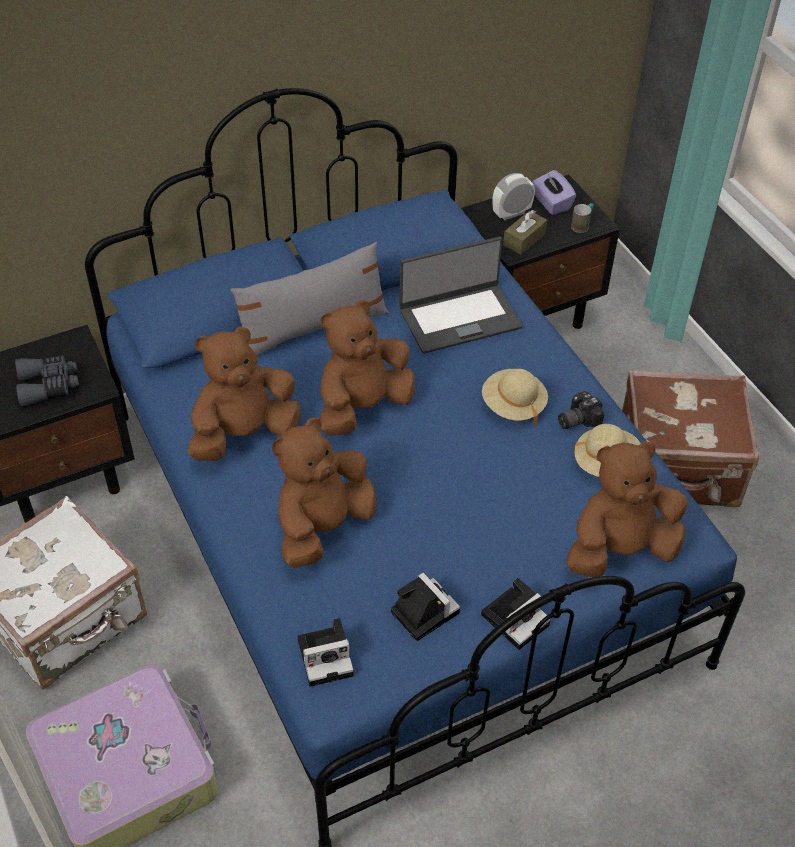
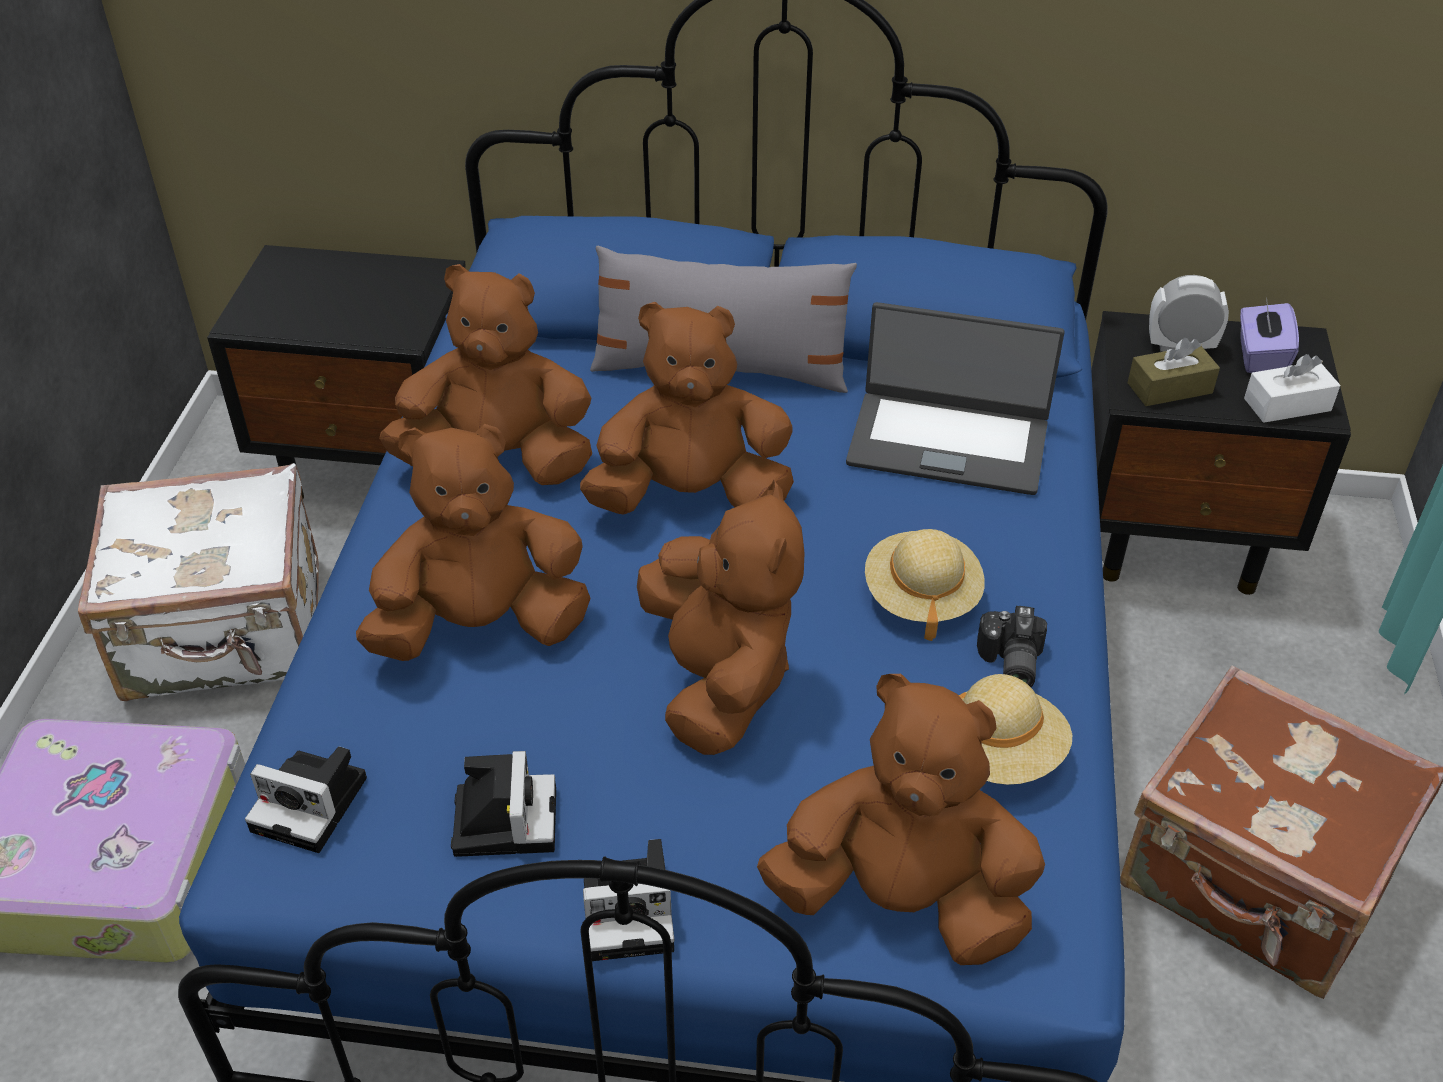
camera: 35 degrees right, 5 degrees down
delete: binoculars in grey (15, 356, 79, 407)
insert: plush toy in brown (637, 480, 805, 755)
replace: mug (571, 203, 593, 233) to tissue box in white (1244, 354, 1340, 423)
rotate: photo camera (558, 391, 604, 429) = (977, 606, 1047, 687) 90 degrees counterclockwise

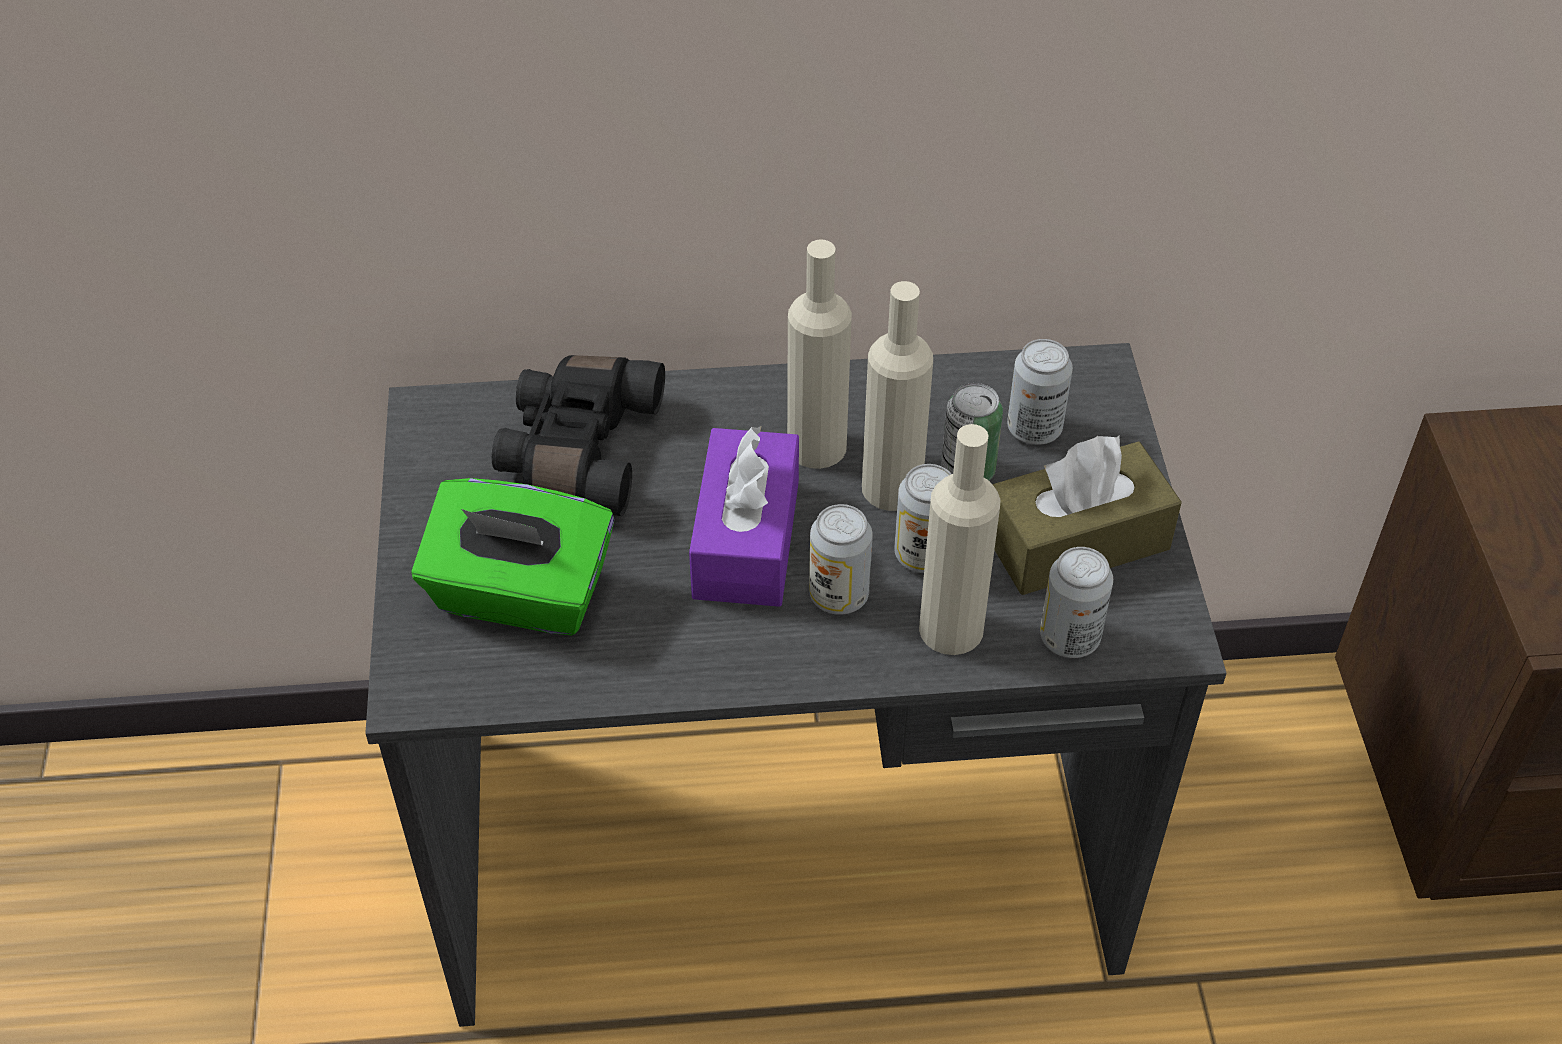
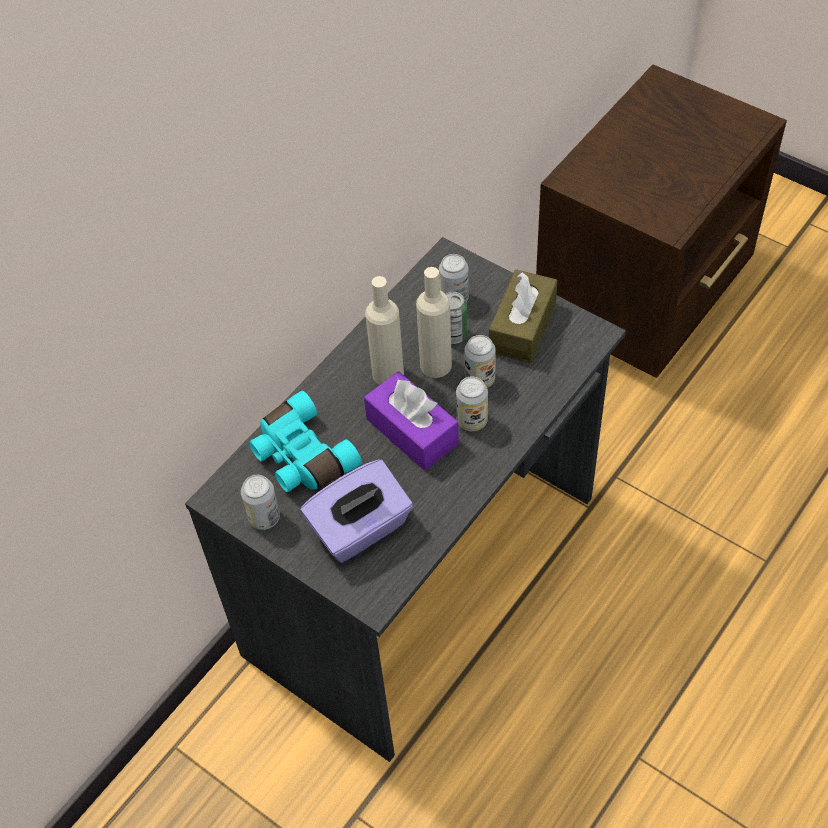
camera: 45 degrees left, 5 degrees up
delete: bottle in beige (919, 424, 1001, 655)
move: can (1040, 547, 1113, 658) to (241, 475, 280, 530)
recolor: tissue box in green (412, 478, 614, 635) to tissue box in purple (300, 459, 413, 563); binoculars in black (492, 355, 665, 516) to binoculars in turquoise (249, 391, 362, 492)

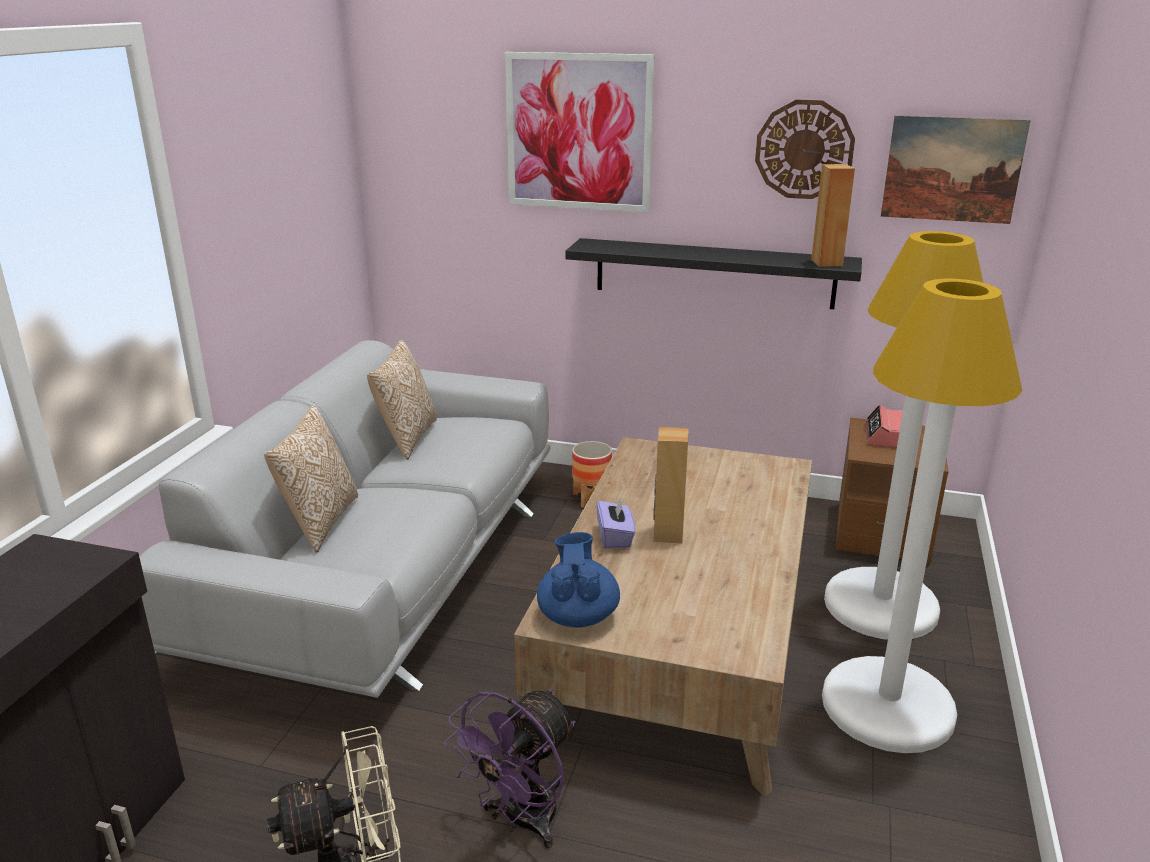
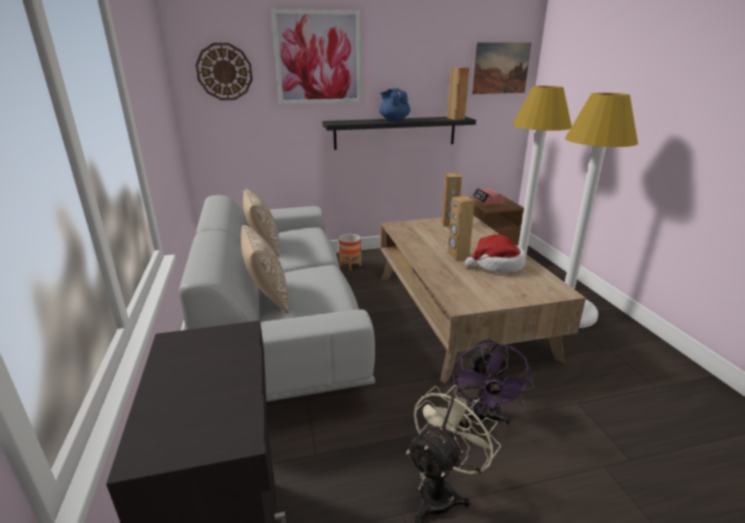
camera: 30 degrees left, 0 degrees up
delete: tissue box in purple (596, 497, 635, 549)
insert: speaker in brown (442, 173, 462, 227); hat (465, 234, 526, 273)
move: teapot in blue (537, 532, 620, 627) to (379, 88, 410, 121); wall clock (755, 100, 855, 199) to (195, 43, 253, 100)

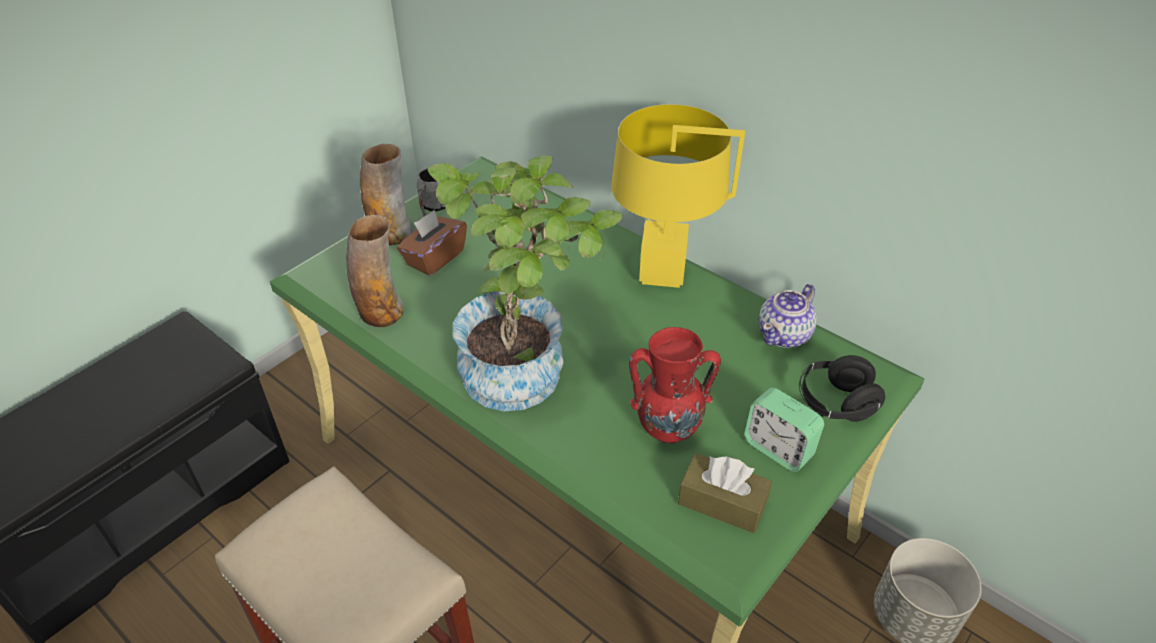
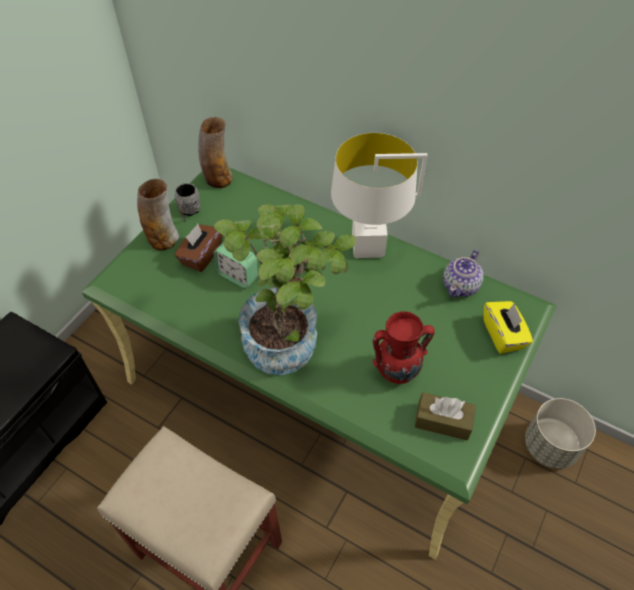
camera: 10 degrees left, 10 degrees up
move: vase (346, 215, 404, 327) to (198, 117, 233, 188); alarm clock (744, 388, 824, 472) to (213, 242, 258, 288)
replace: headphones in black (799, 355, 885, 422) to tissue box in yellow (483, 301, 533, 354)
recolor: table lamp in yellow (611, 104, 745, 288) to table lamp in white (331, 133, 428, 258)

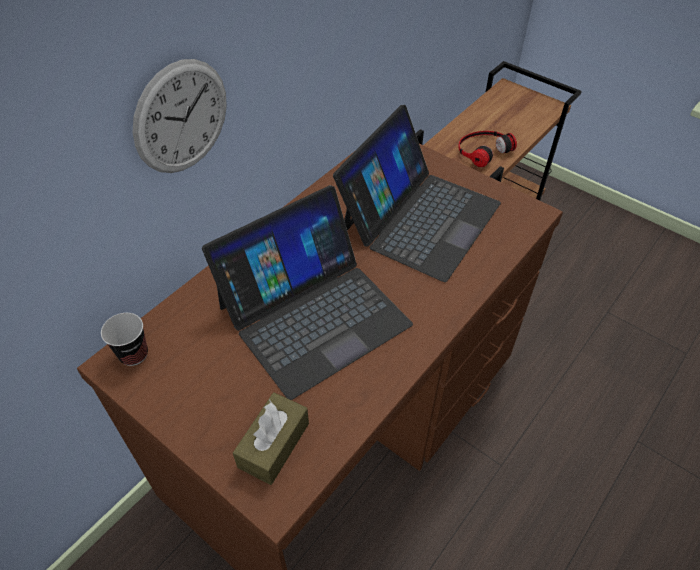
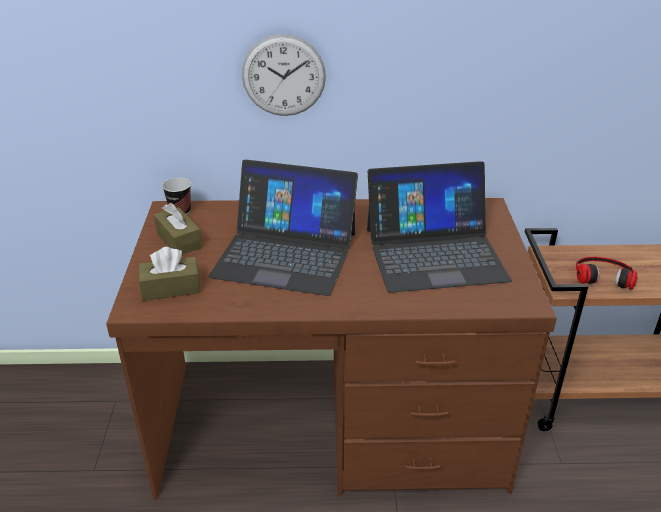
camera: 50 degrees right, 15 degrees down
insert: tissue box in brown (154, 203, 202, 255)

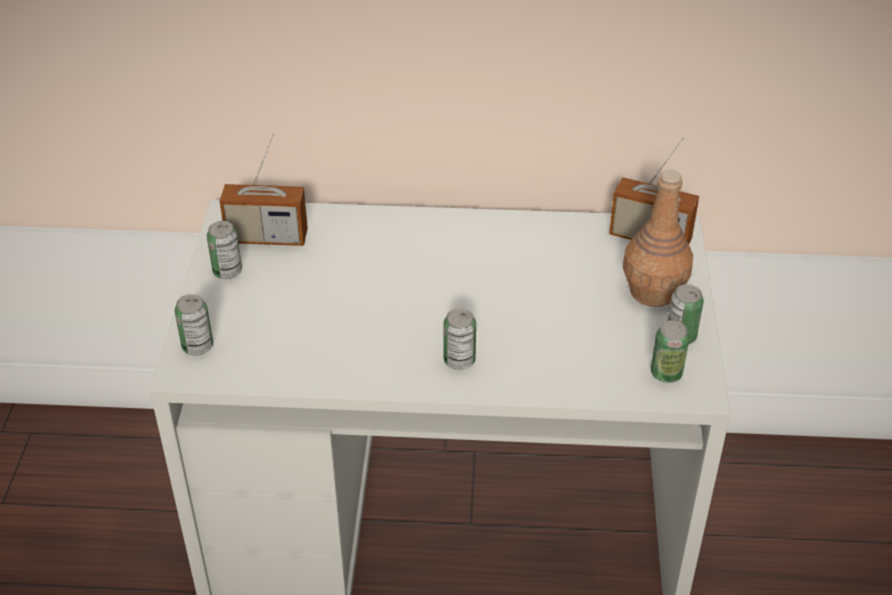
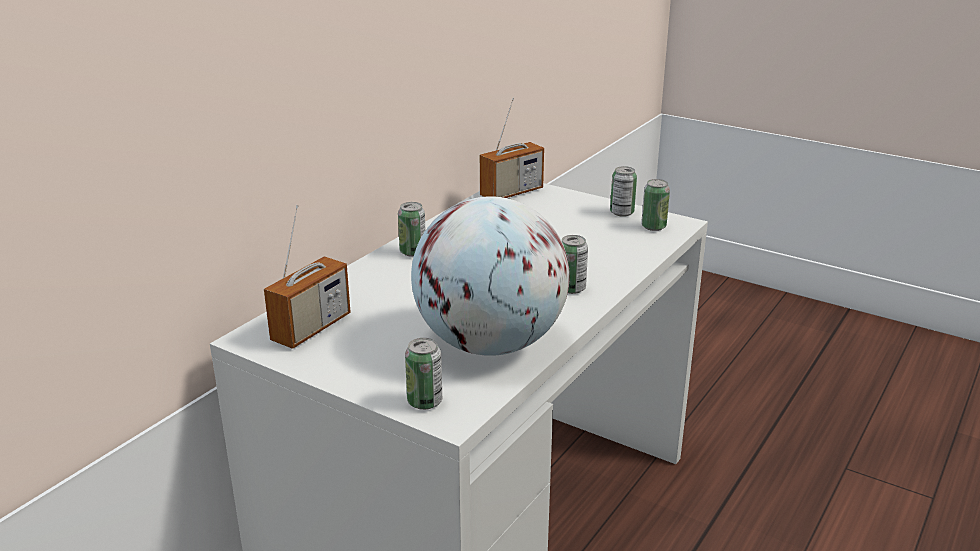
camera: 60 degrees left, 15 degrees down
delete: bottle in brown (623, 169, 693, 307)
insert: globe (411, 196, 570, 356)
move: can (207, 221, 242, 279) to (398, 202, 425, 257)

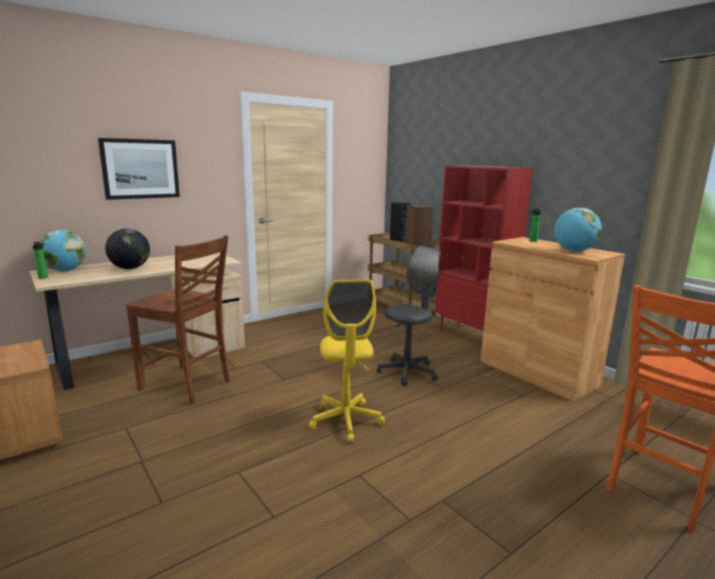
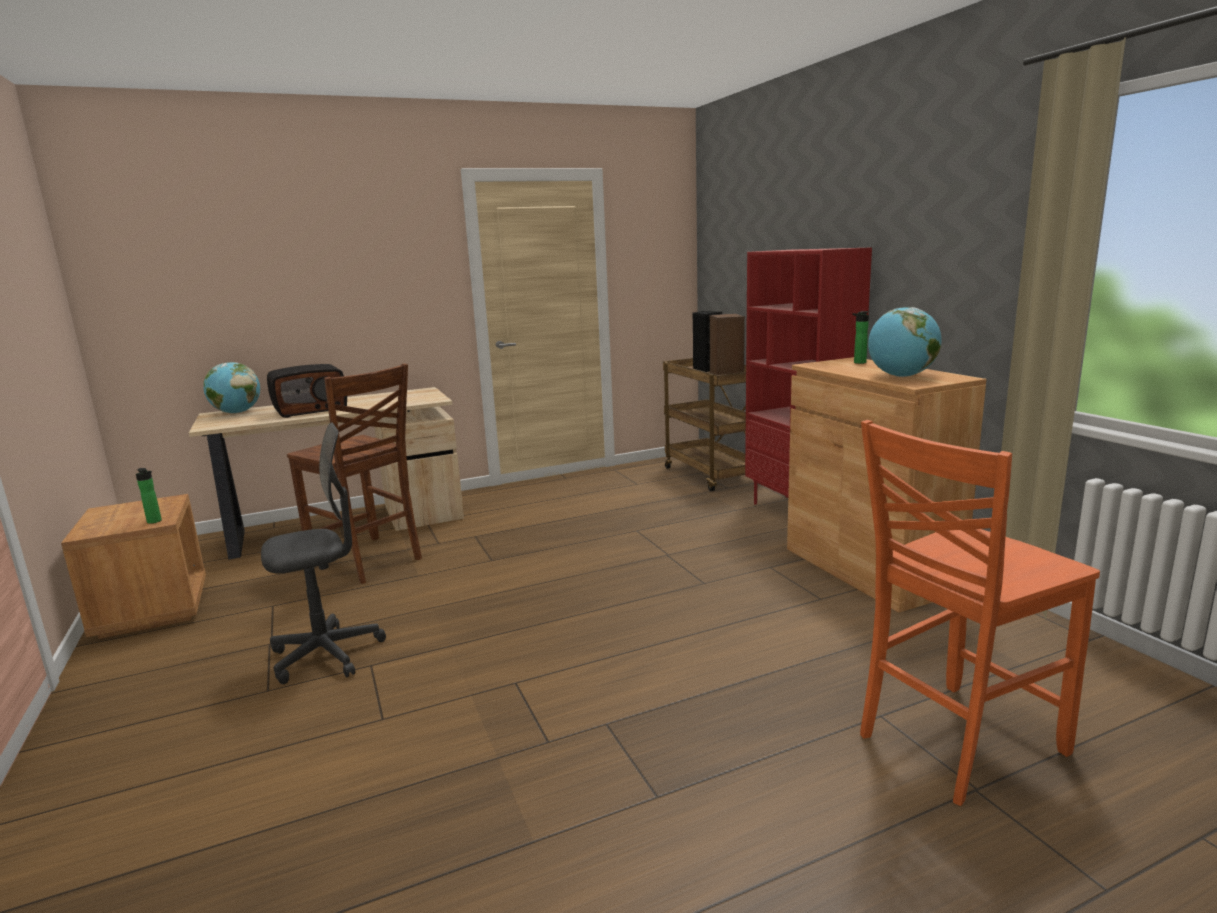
camera: 15 degrees right, 0 degrees up
delete: picture (98, 138, 180, 200); office chair in yellow (309, 279, 385, 443)
move: bottle (32, 242, 48, 279) to (136, 468, 162, 524); office chair in grey (377, 245, 441, 387) to (261, 422, 386, 684)
replace: globe (105, 229, 150, 269) to radio (267, 364, 347, 418)

